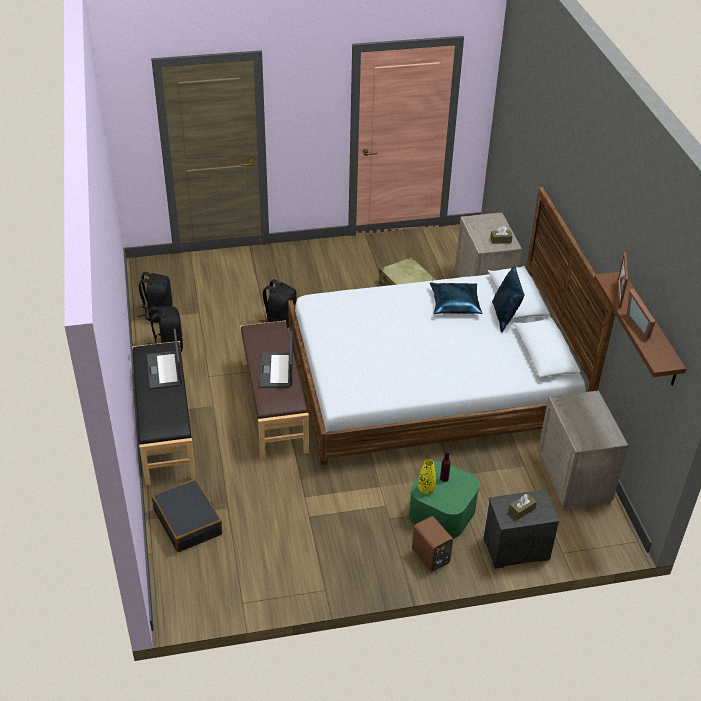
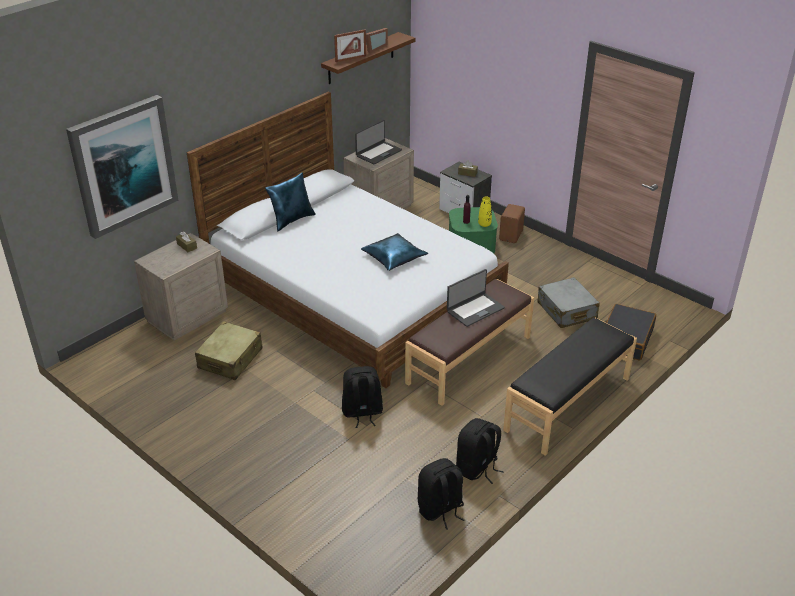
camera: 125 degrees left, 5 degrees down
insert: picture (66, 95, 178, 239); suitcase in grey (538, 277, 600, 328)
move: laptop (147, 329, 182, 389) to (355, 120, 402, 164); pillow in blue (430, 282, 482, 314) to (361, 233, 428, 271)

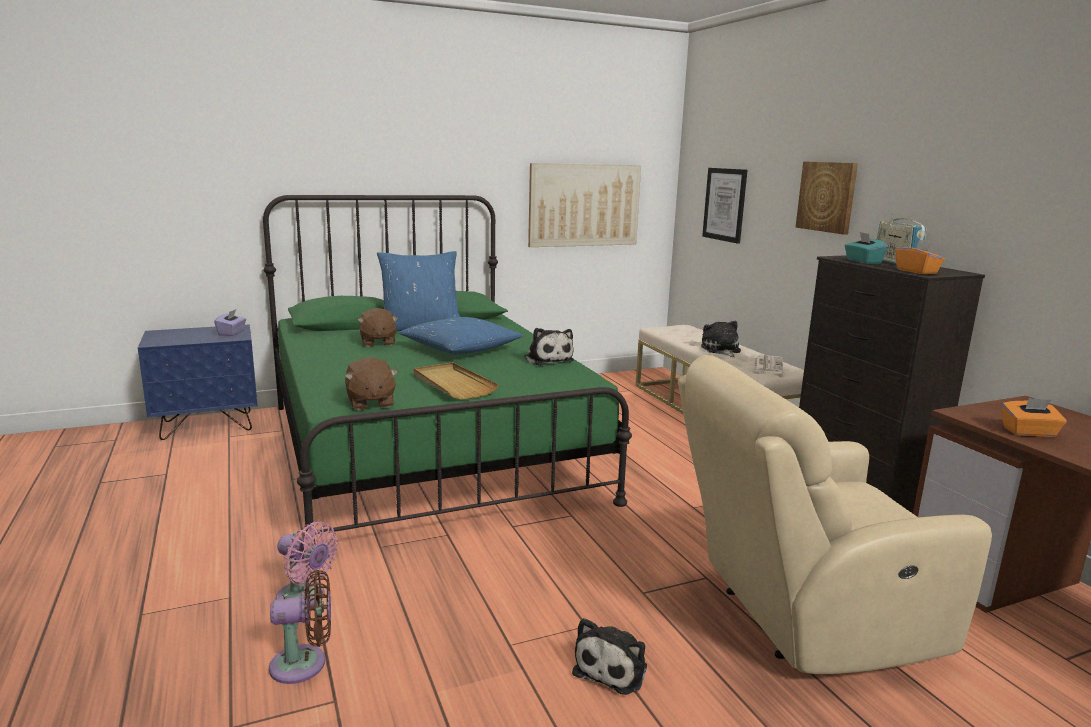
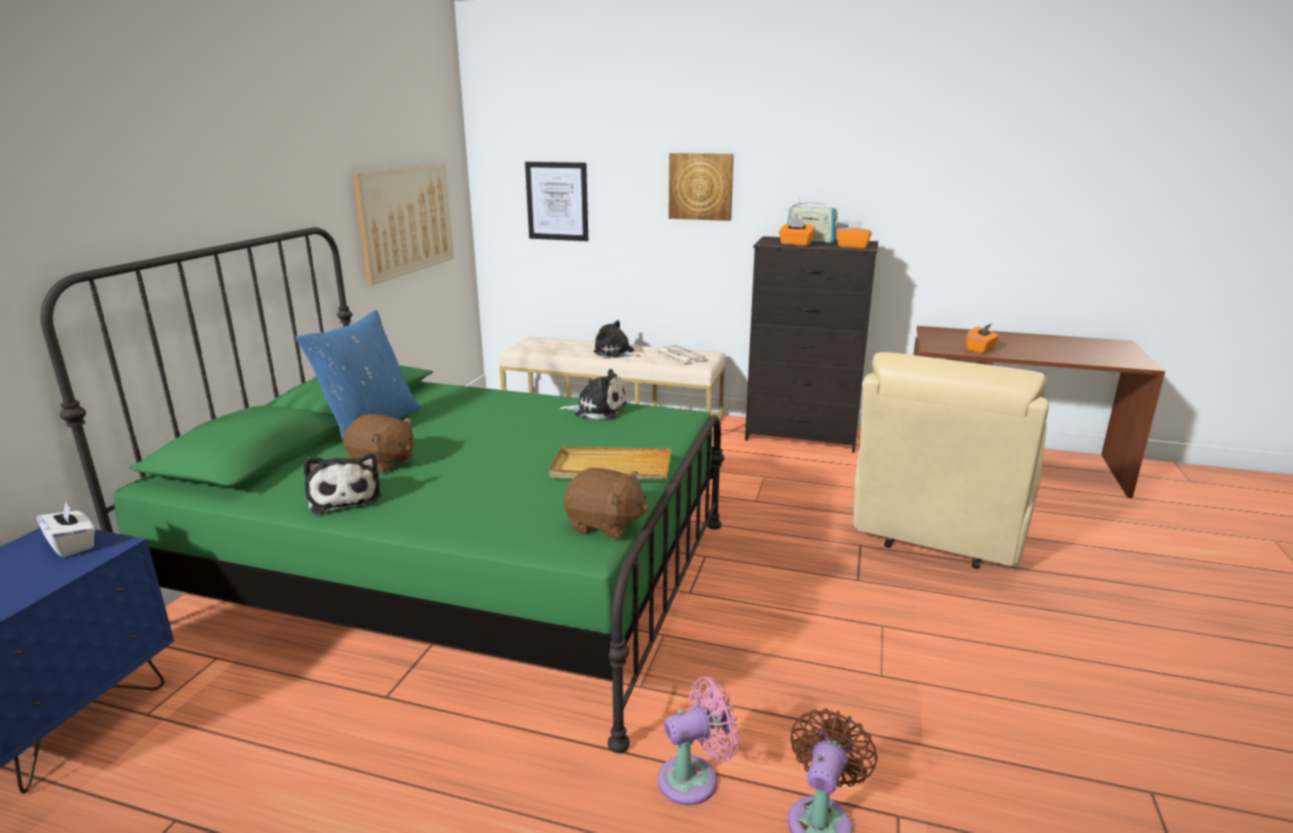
camera: 50 degrees left, 5 degrees up
delete: pillow in blue (399, 317, 523, 354)
move: plush toy (572, 618, 647, 695) to (303, 453, 381, 515)
recolor: tissue box in purple (214, 309, 246, 336) to tissue box in white (37, 500, 95, 558); tissue box in turquoise (845, 232, 888, 264) to tissue box in orange (779, 219, 815, 246)

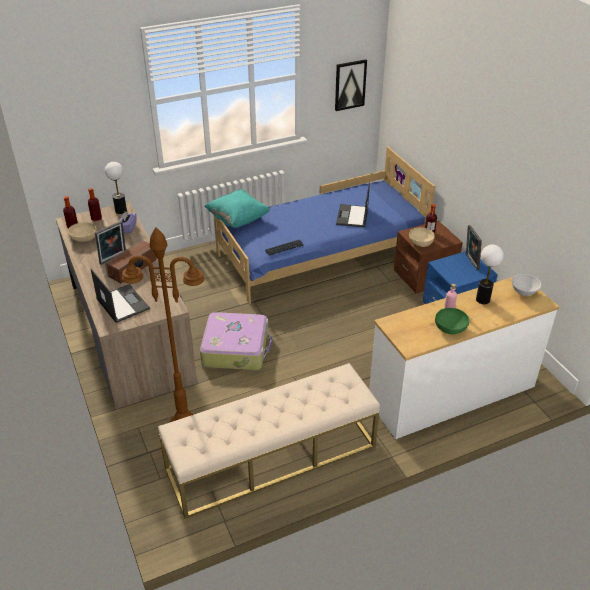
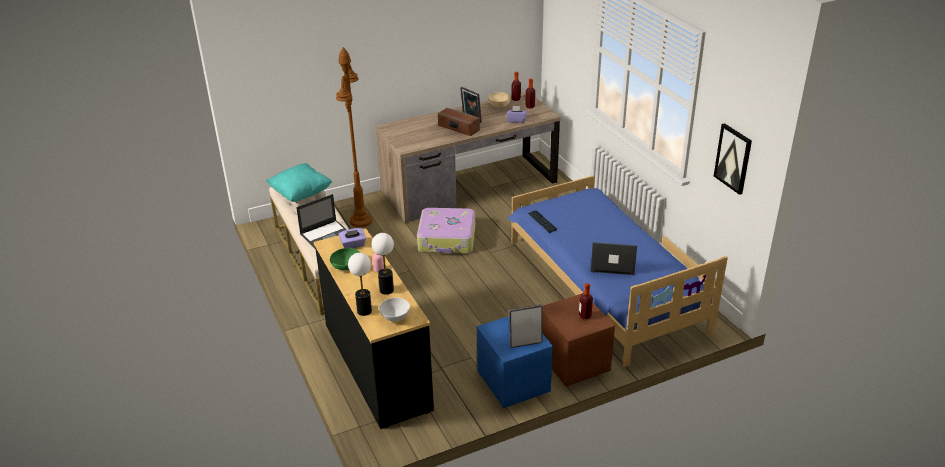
camera: 90 degrees right, 5 degrees down
delete: bowl in beige (409, 227, 435, 247)
insert: tissue box in purple (339, 228, 366, 248)
move: laptop (90, 269, 150, 323) to (296, 194, 347, 248); table lamp (105, 162, 127, 214) to (348, 253, 372, 316); pillow in turquoise (204, 189, 270, 228) to (266, 163, 332, 202)
recolor: dresser in white (369, 277, 559, 439) to dresser in black (314, 228, 434, 429)

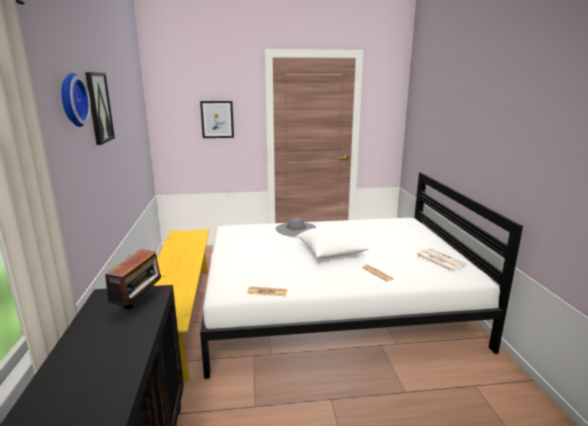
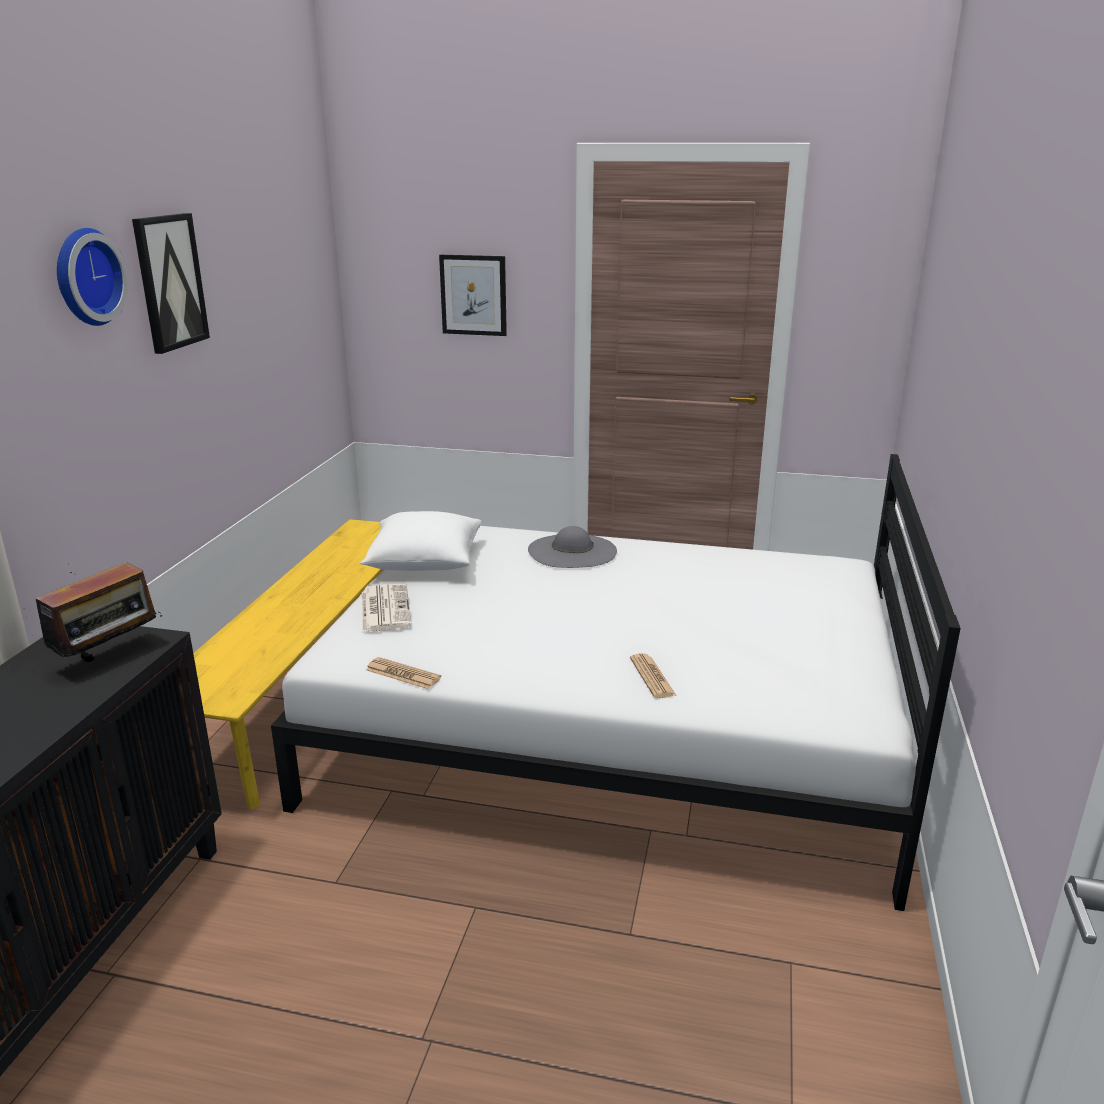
camera: 20 degrees right, 5 degrees up
move: pillow in white (296, 226, 369, 259) to (360, 511, 482, 571); newspaper (416, 248, 466, 271) to (362, 584, 412, 632)

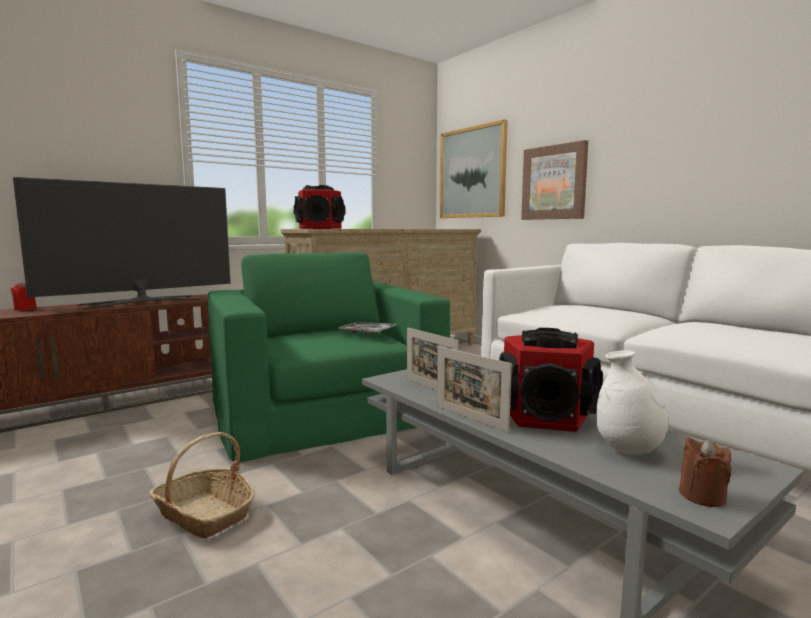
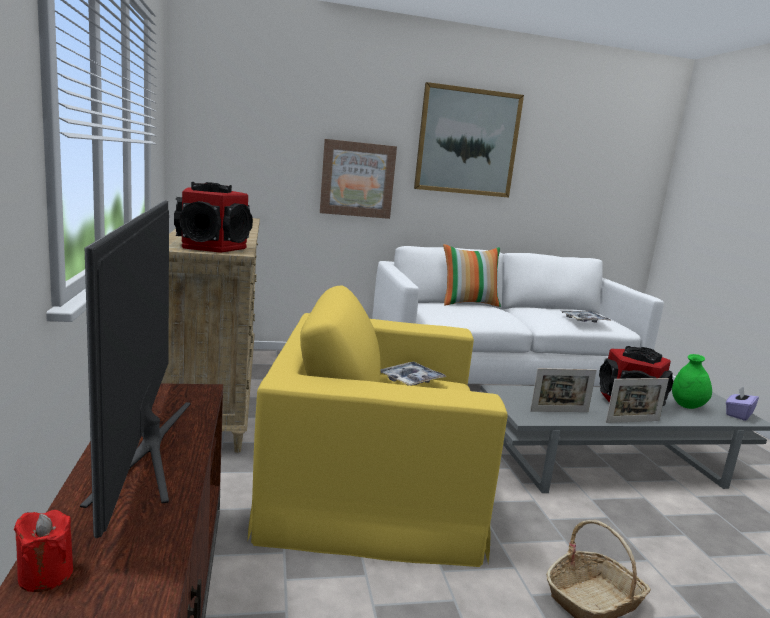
camera: 65 degrees left, 5 degrees up
insert: pillow (443, 244, 501, 307); tray (562, 311, 611, 323)
move: picture (440, 119, 508, 218) to (414, 82, 524, 198)
replace: candle in brown (679, 437, 731, 507) to tissue box in purple (726, 386, 759, 421)
recolor: armchair in green (207, 253, 450, 462) to armchair in yellow (247, 286, 508, 567); vase in white (596, 350, 669, 455) to vase in green (672, 354, 712, 409)

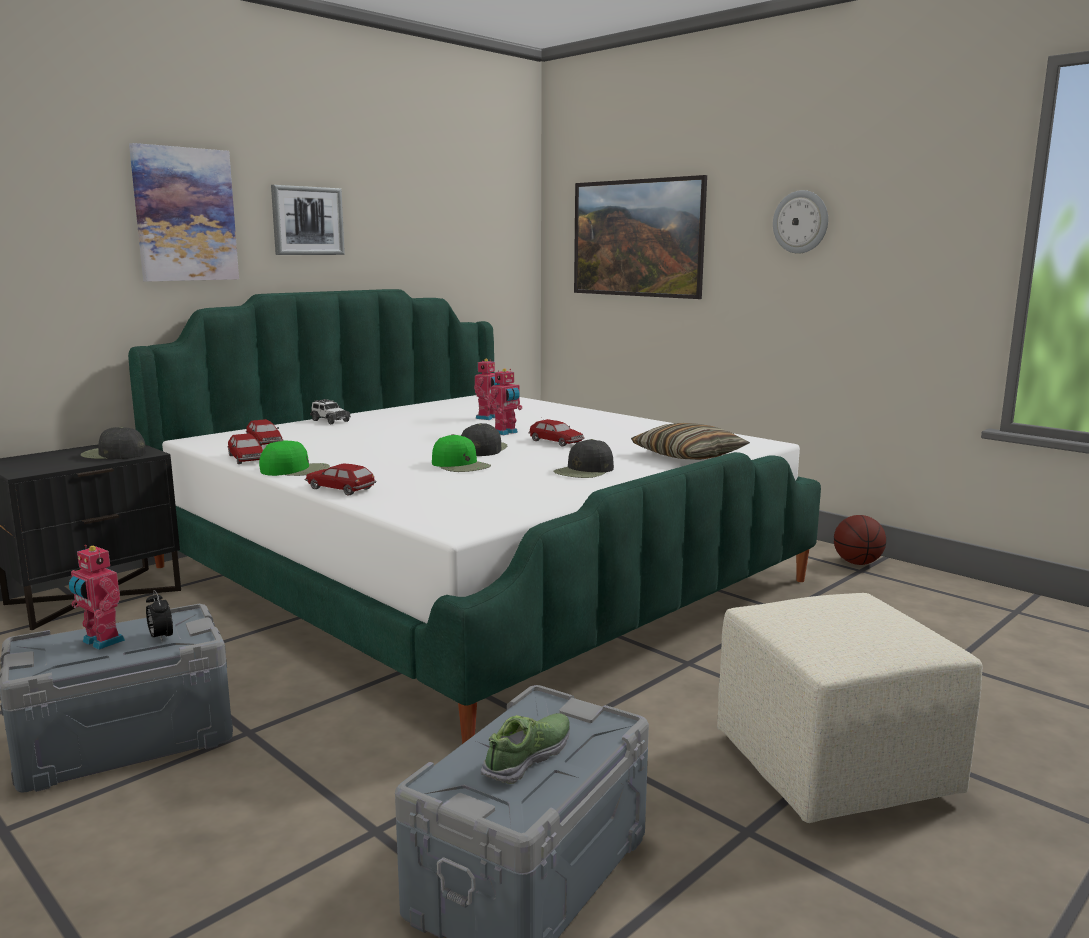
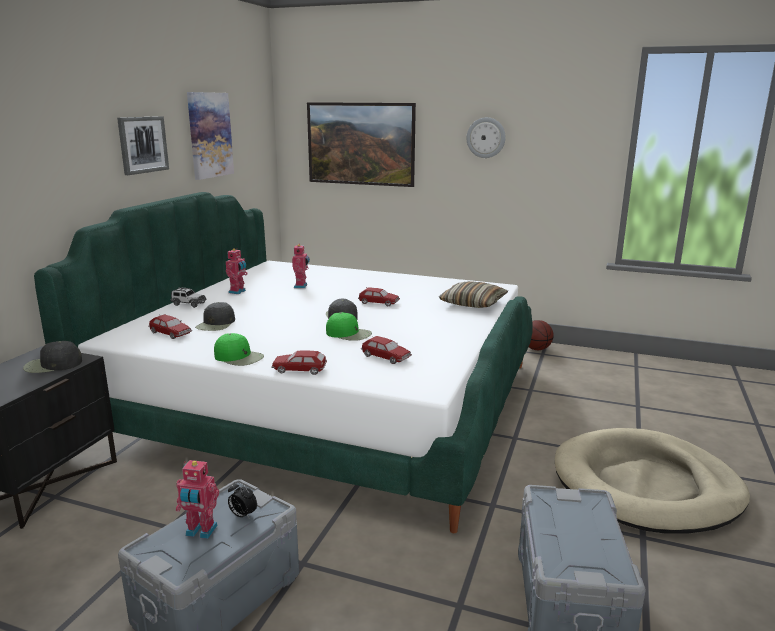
camera: 25 degrees left, 5 degrees up
delete: shoe (481, 713, 570, 784)
move: picture (129, 143, 239, 282) to (187, 92, 234, 180); toy car (227, 433, 263, 464) to (361, 336, 412, 364); toy robot (489, 368, 522, 435) to (226, 248, 248, 294); cap in black (553, 439, 614, 478) to (195, 302, 235, 331)
replace: ottoman in beige (717, 593, 983, 823) to dog bed in beige (555, 428, 750, 534)
rotate: cap in green (259, 440, 330, 476) = (214, 333, 264, 366) 60 degrees clockwise

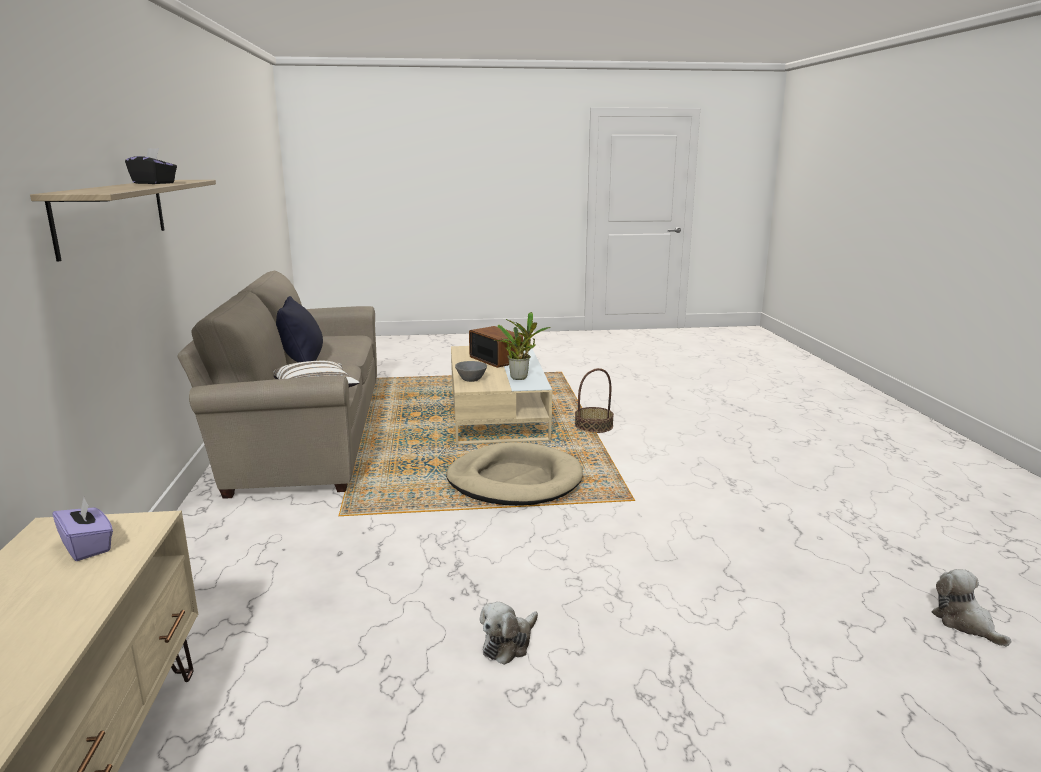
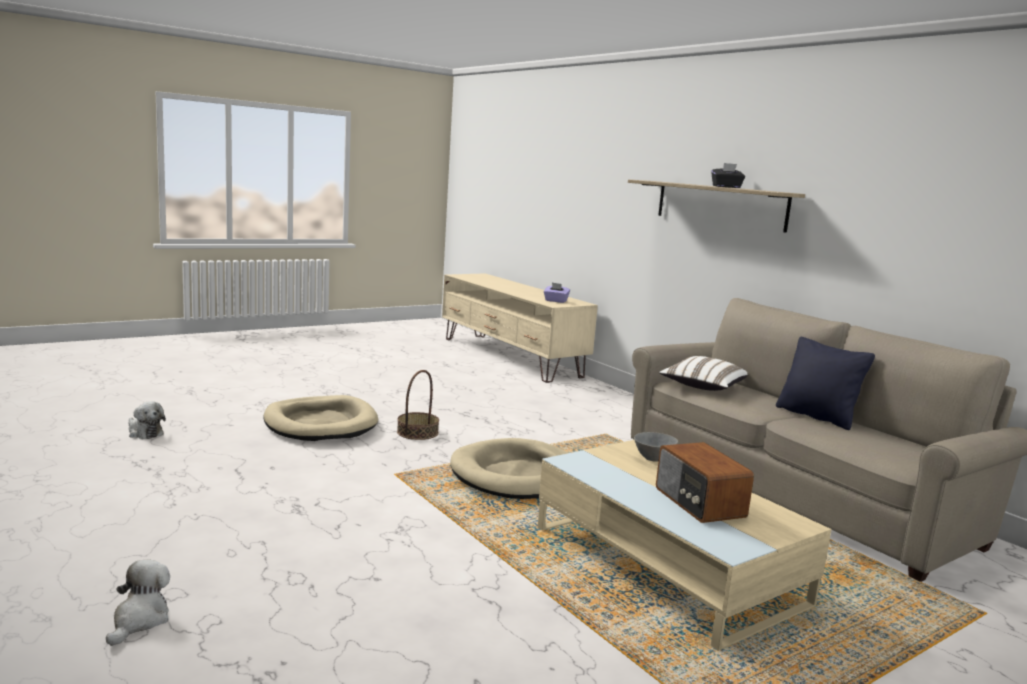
camera: 150 degrees right, 5 degrees down
delete: potted plant (494, 312, 551, 380)
insert: dog bed in beige (264, 395, 378, 441)
move: plush toy (480, 602, 538, 665) to (106, 559, 170, 646); basket (575, 368, 614, 433) to (397, 370, 439, 440)
rotate: radio (469, 326, 523, 368) = (656, 442, 754, 523) 45 degrees clockwise

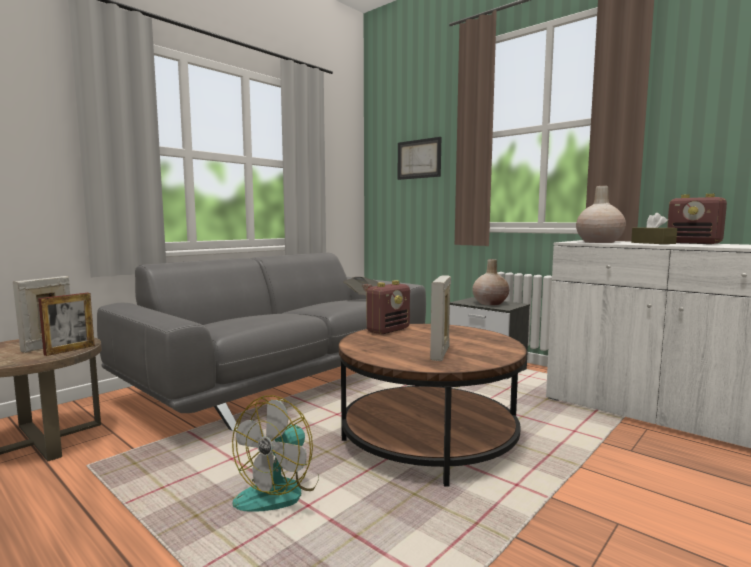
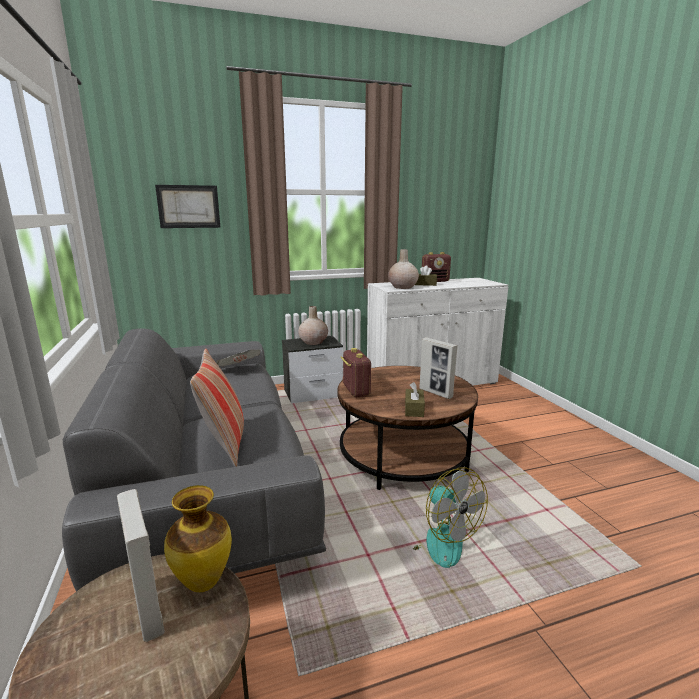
camera: 60 degrees left, 10 degrees up
insert: pillow (190, 348, 244, 467); tissue box in brown (405, 382, 425, 417)
replace: picture frame (38, 293, 95, 356) to vase (164, 485, 232, 592)

